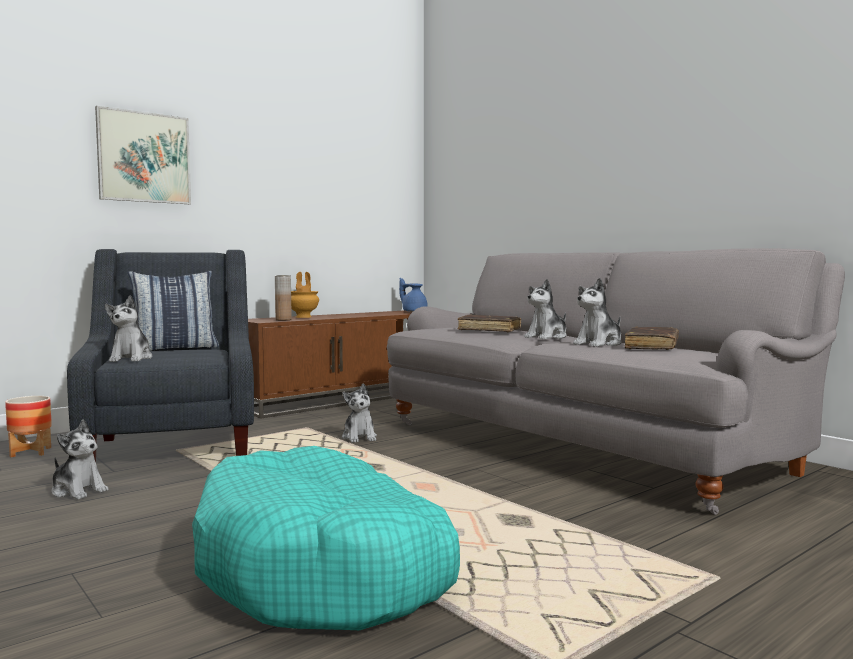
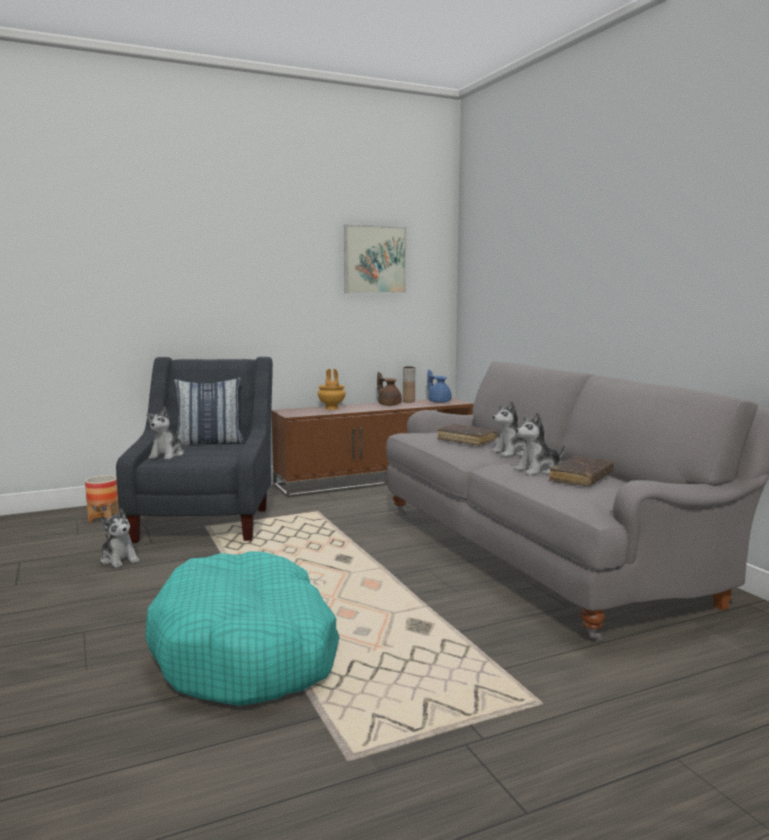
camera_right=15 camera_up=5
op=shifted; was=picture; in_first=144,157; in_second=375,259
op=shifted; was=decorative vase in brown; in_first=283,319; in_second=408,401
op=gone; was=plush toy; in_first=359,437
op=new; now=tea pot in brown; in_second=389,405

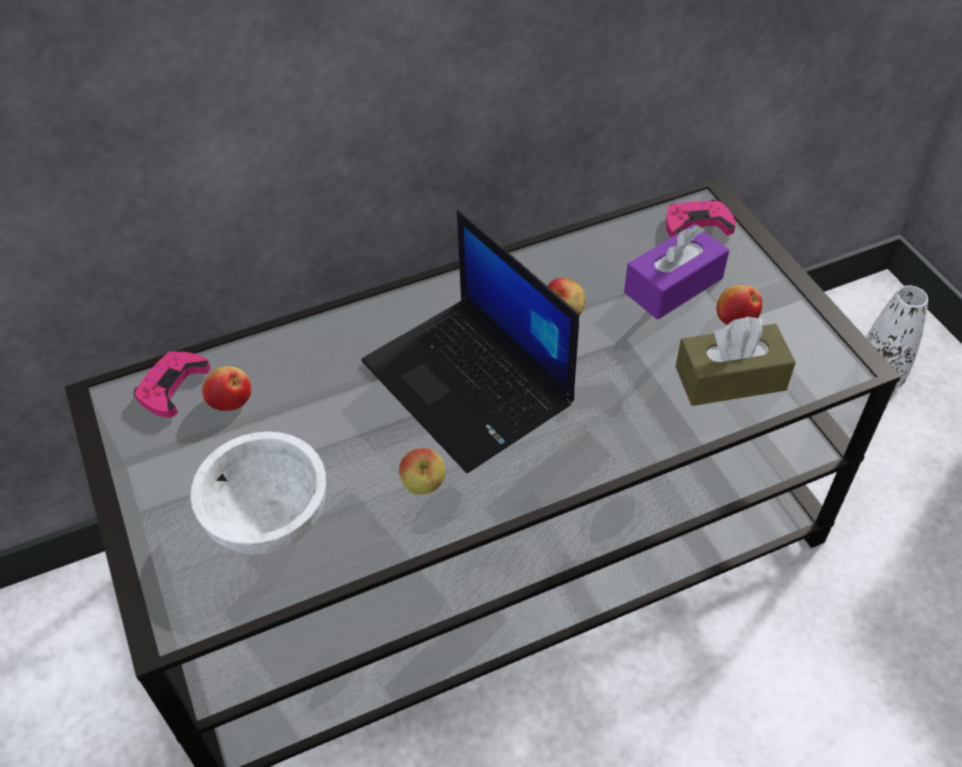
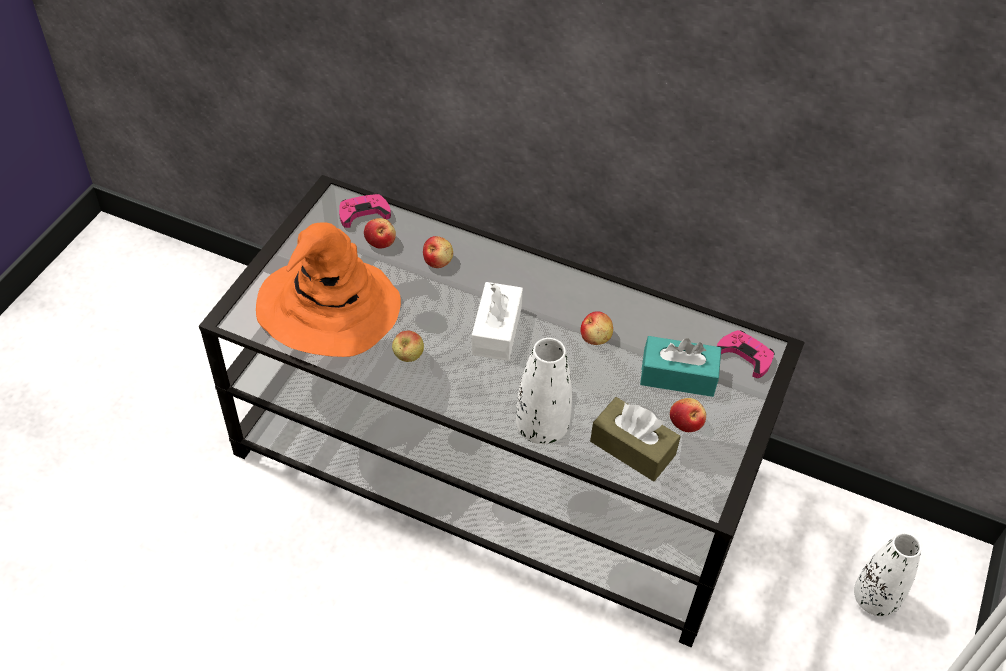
camera_right=45 camera_up=0
op=swapped; was=laptop; now=tissue box in whitish; in_first=470,384; in_second=496,331
op=repainted; was=tissue box in purple; now=tissue box in turquoise-coloured; in_first=673,285; in_second=678,376
op=swapped; was=bowl in whitish; now=wearable hat in orangey; in_first=268,517; in_second=327,309
op=new; now=whole apple; in_second=438,261
op=new; now=decorative vase in whitish; in_second=541,427

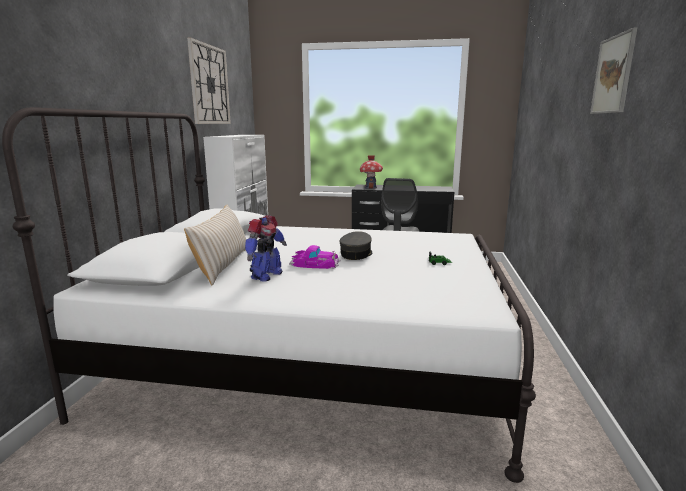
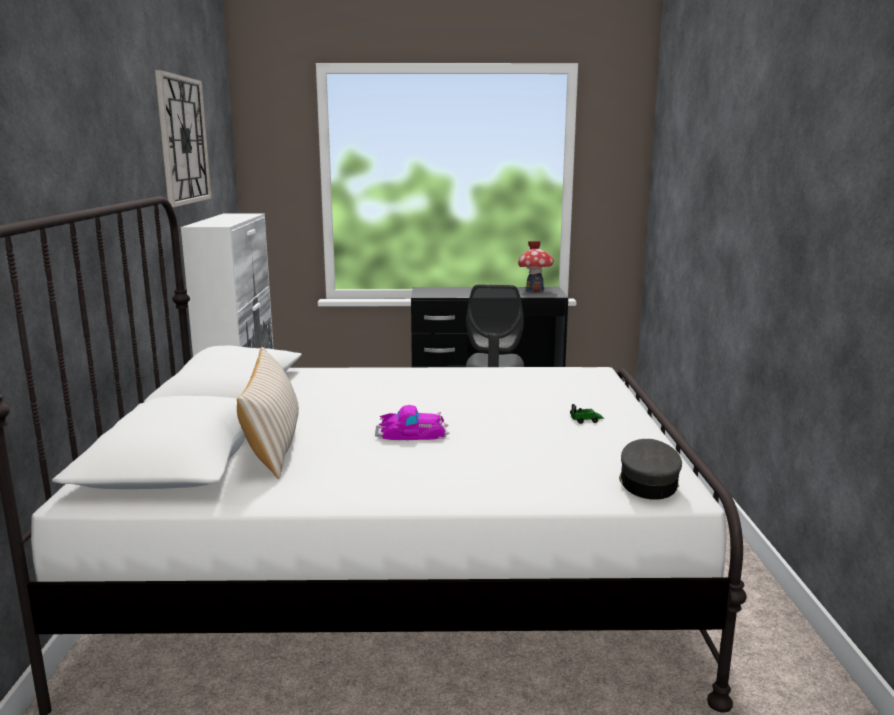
camera_right=-10 camera_up=0
op=gone; was=picture; in_first=613,75
op=shifted; was=model house; in_first=370,187; in_second=534,290
op=gone; was=robot figure; in_first=265,275
op=shifted; was=peaked cap in gray; in_first=356,254; in_second=647,483

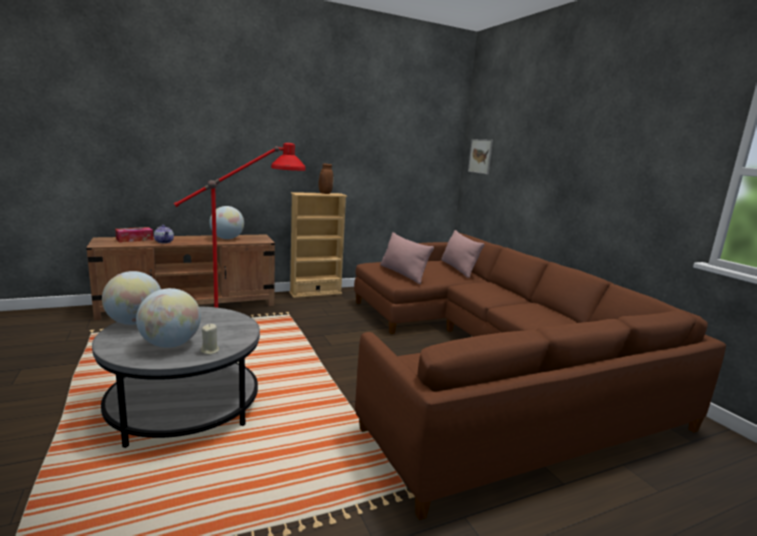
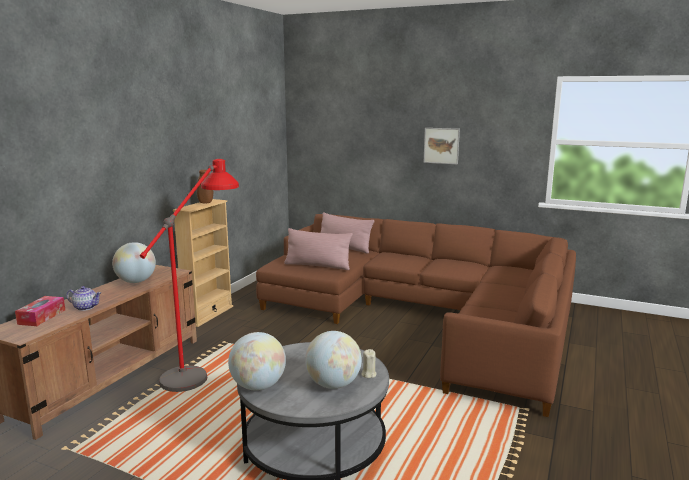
camera_right=-40 camera_up=0
op=shifted; was=picture; in_first=480,156; in_second=441,145

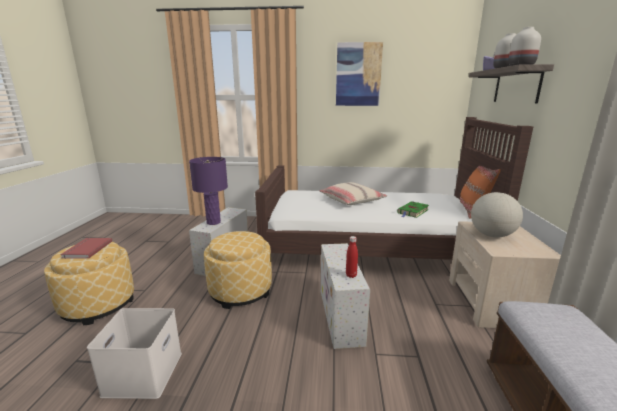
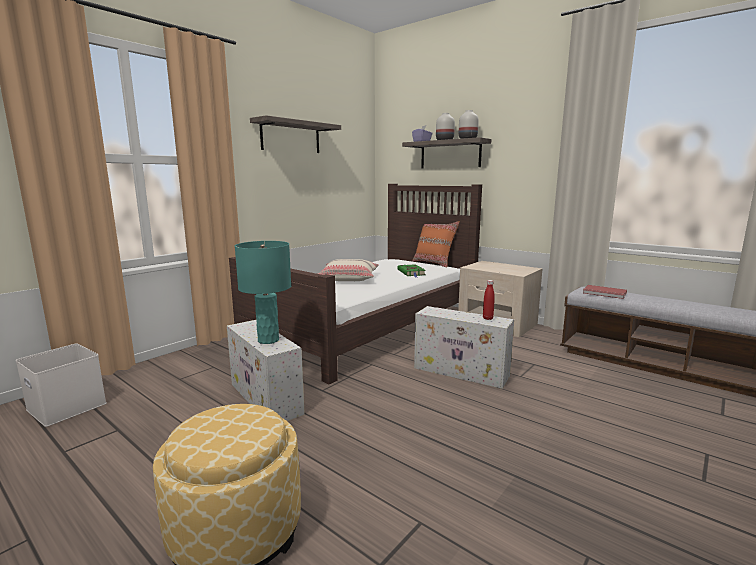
camera_right=-55 camera_up=-5
op=swapped; was=picture; now=shelf; in_first=358,74; in_second=291,137
op=repainted; was=table lamp in purple; now=table lamp in turquoise-coloured; in_first=213,222; in_second=268,340
op=gone; was=globe; in_first=491,235
op=gone; was=footrest; in_first=240,291
op=shifted; was=volume in red; in_first=86,249; in_second=604,293
op=shifted; was=storage bin in whitish; in_first=144,374; in_second=68,406

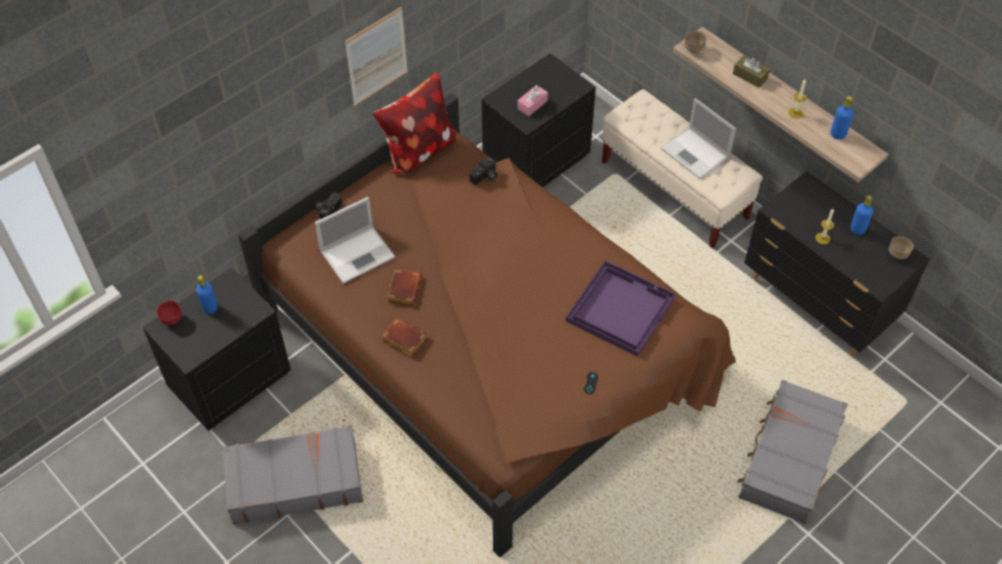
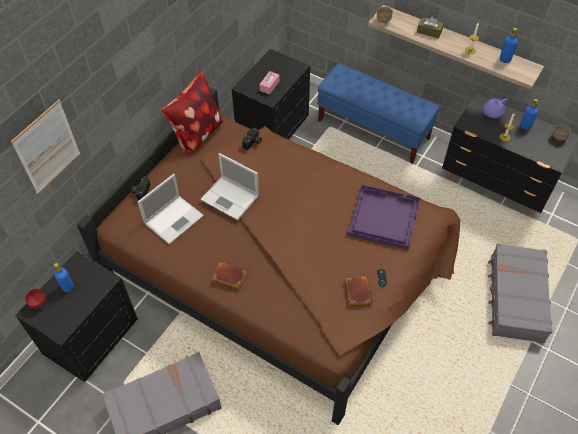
camera_right=-15 camera_up=0
op=shifted; was=picture; in_first=377,56; in_second=47,147
op=repainted; was=bench in sand-coloured; now=bench in blue-coloured; in_first=674,190; in_second=373,130
op=shifted; was=laptop; in_first=696,153; in_second=231,198
op=shifted; was=volume in brown; in_first=403,288; in_second=357,292
op=new; now=tea pot in purple; in_second=492,113

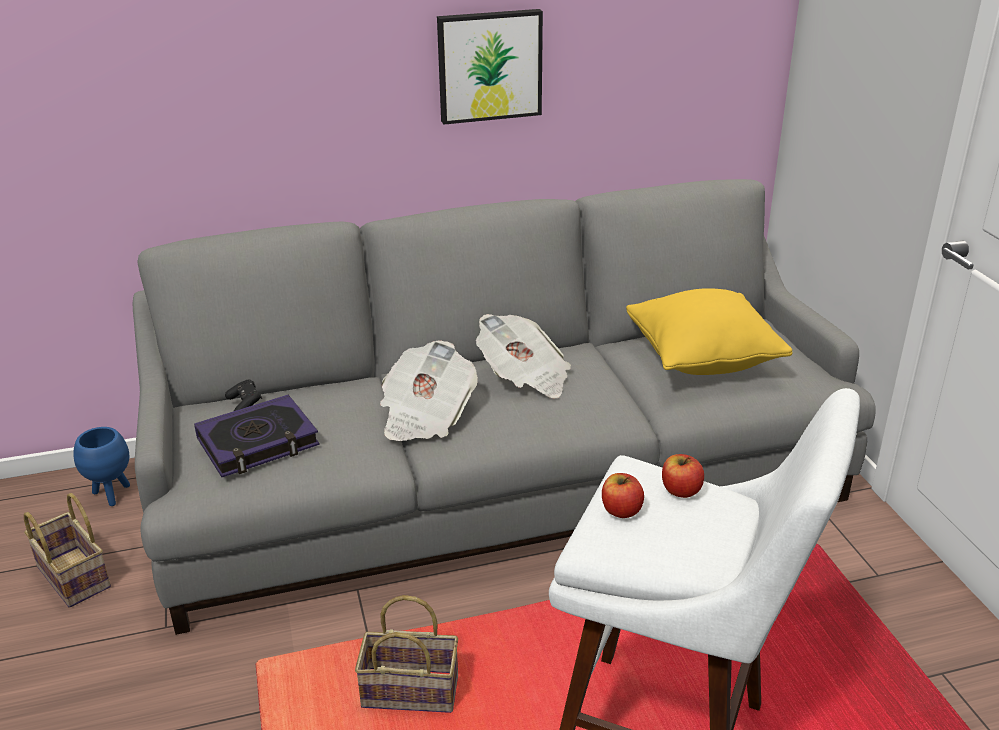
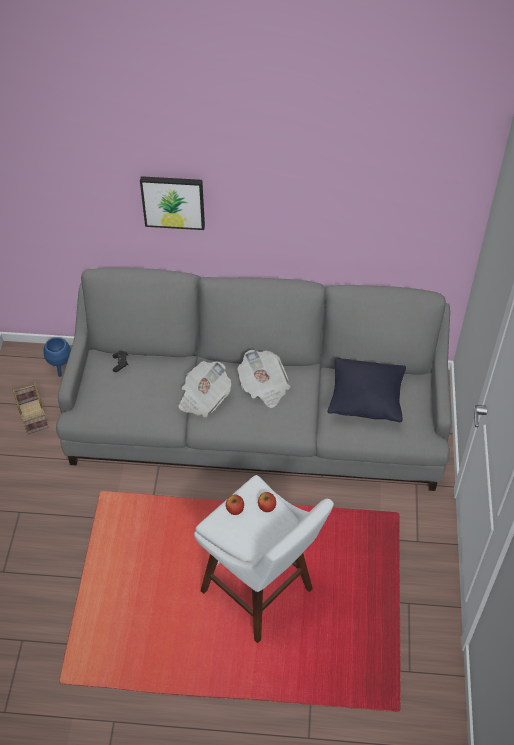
camera_right=20 camera_up=20
op=shifted; was=picture; in_first=489,65; in_second=173,201
op=repainted; was=cushion in yellowish; now=cushion in black; in_first=702,360; in_second=365,401
op=gone; was=volume; in_first=258,443
op=gone; was=basket; in_first=413,690

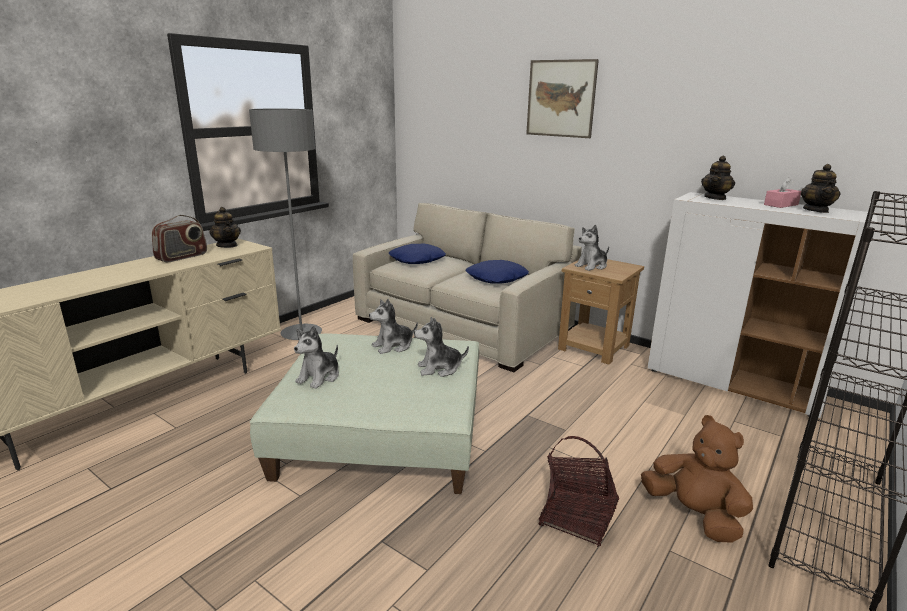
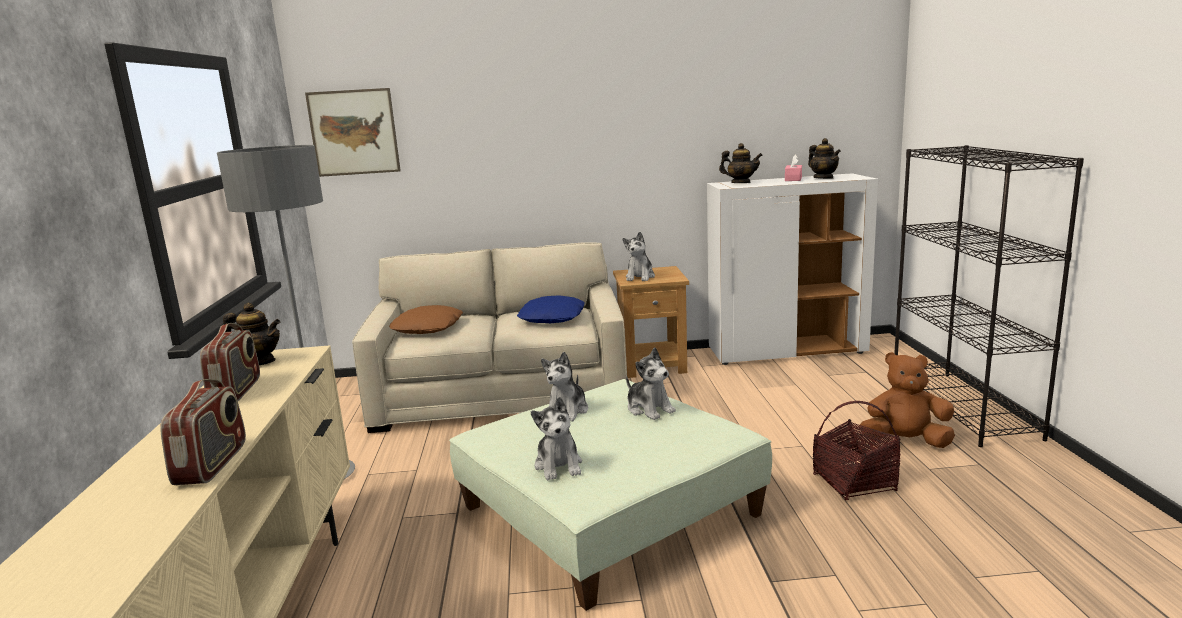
camera_right=-40 camera_up=-5
op=shifted; was=picture; in_first=561,98; in_second=354,132
op=rotated; was=tea pot; in_first=715,198; in_second=740,183; clockwise=-60
op=repainted; was=cushion in blue-coloured; now=cushion in brown; in_first=417,260; in_second=428,328
op=rotated; was=plush toy; in_first=439,368; in_second=649,409; clockwise=-75
op=new; now=radio set; in_second=212,464

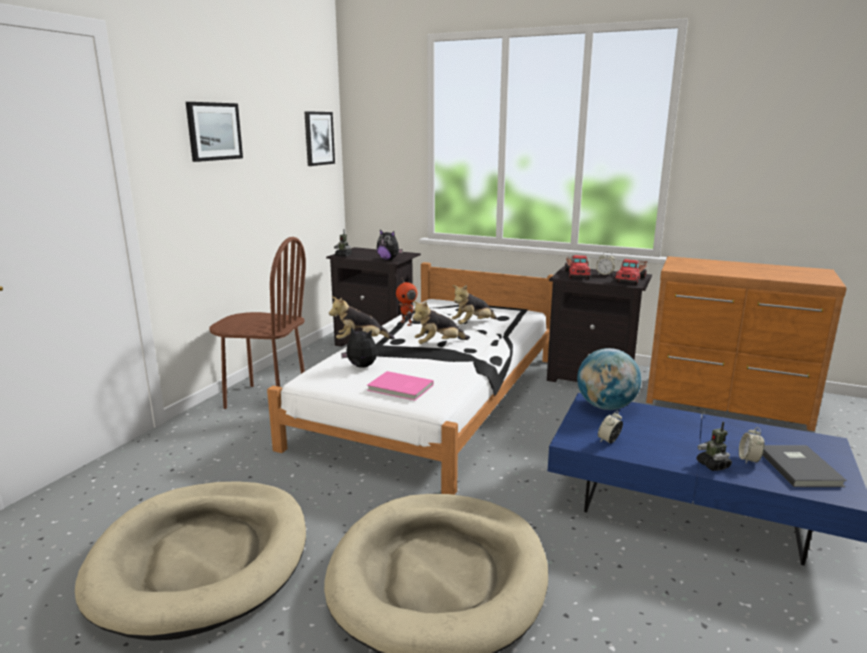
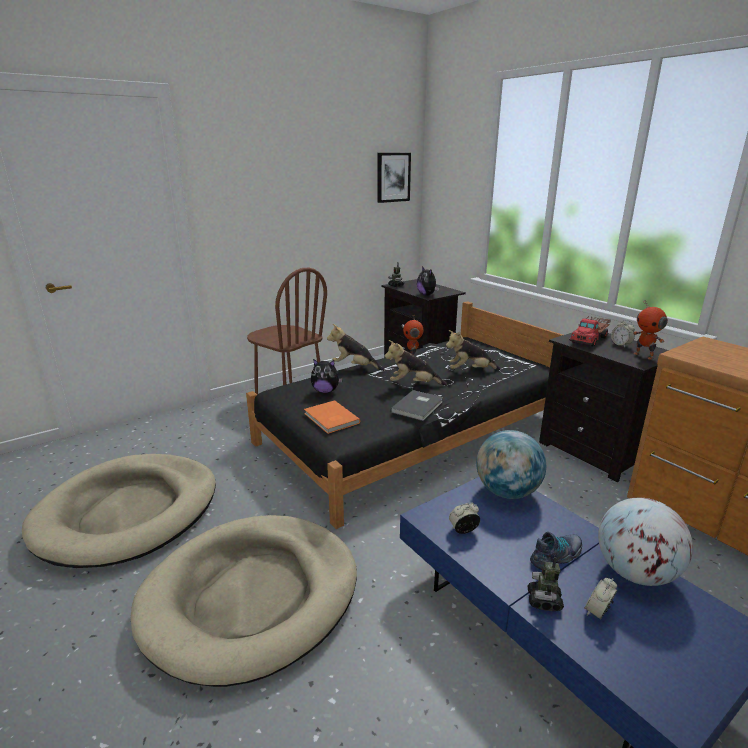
camera_right=30 camera_up=5
op=gone; was=picture; in_first=214,131
op=swapped; was=toy lorry; now=robot figure; in_first=631,279; in_second=644,356
op=repainted; was=sleeping bed in whitish; now=sleeping bed in black; in_first=434,398; in_second=415,432
op=rotated; was=plush toy; in_first=361,367; in_second=325,391; clockwise=135
op=repainted; was=volume in pinkish; now=volume in orangey; in_first=400,388; in_second=330,419
op=shifted; was=volume in gray; in_first=800,467; in_second=419,407
op=new; now=globe; in_second=635,573
op=new; now=low shoe; in_second=556,556

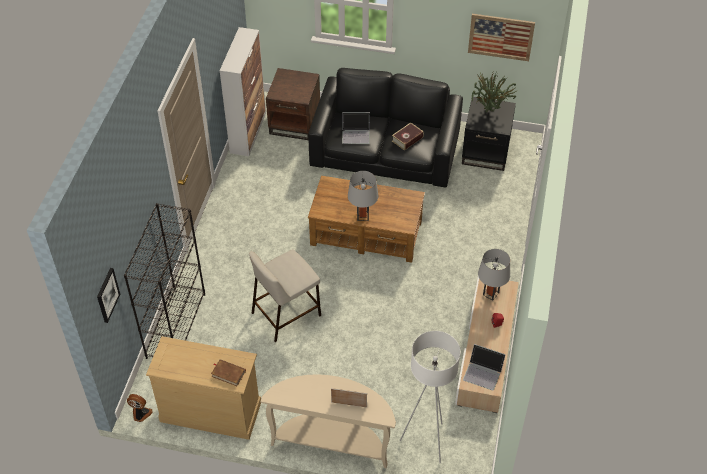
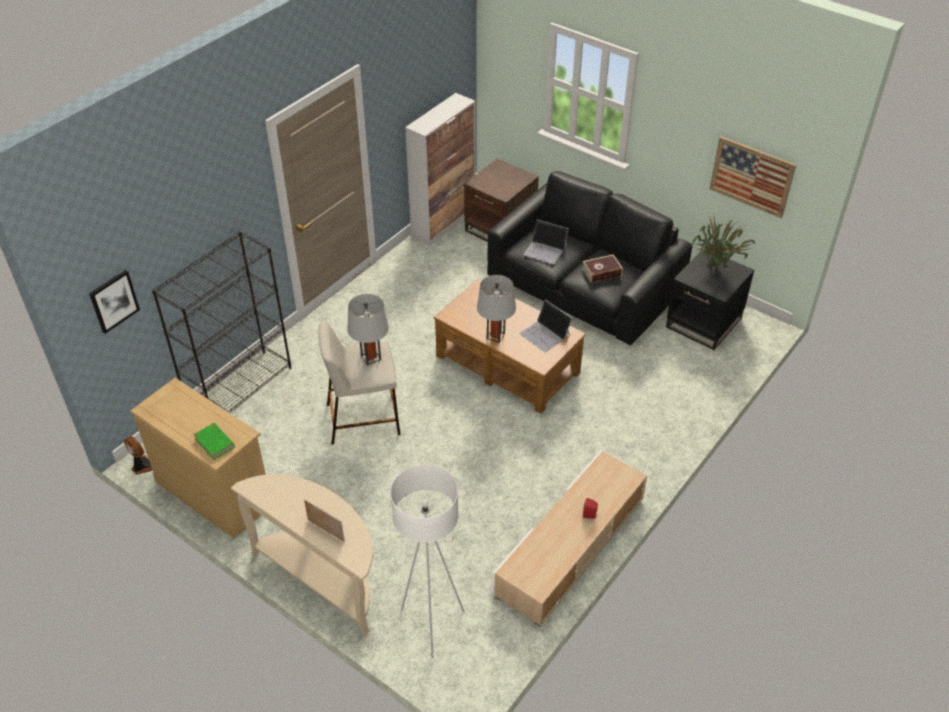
camera_right=25 camera_up=-5
op=shifted; was=table lamp in gray; in_first=490,294; in_second=371,357
op=shifted; was=laptop; in_first=483,372; in_second=545,334
op=repainted; was=volume in brown; now=volume in green-coloured; in_first=228,373; in_second=214,442

